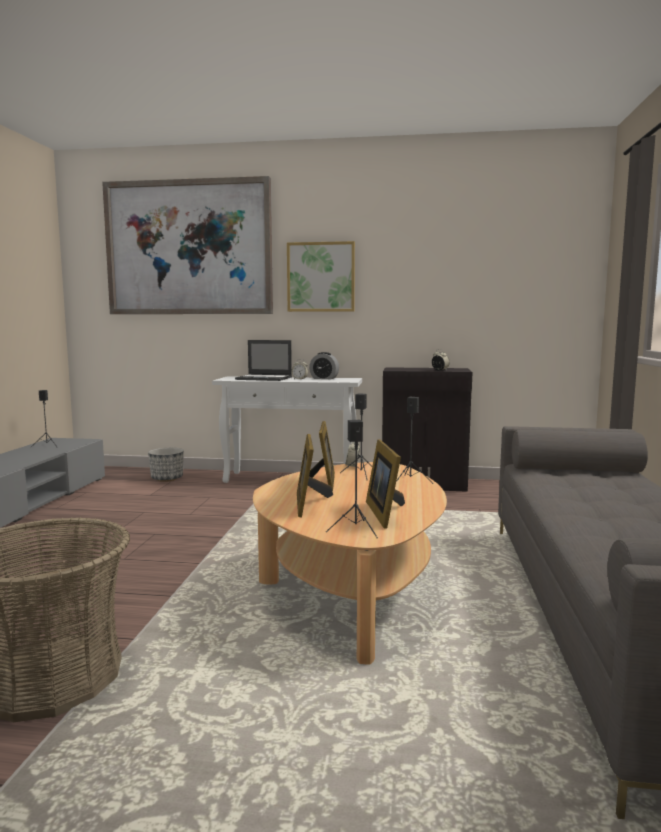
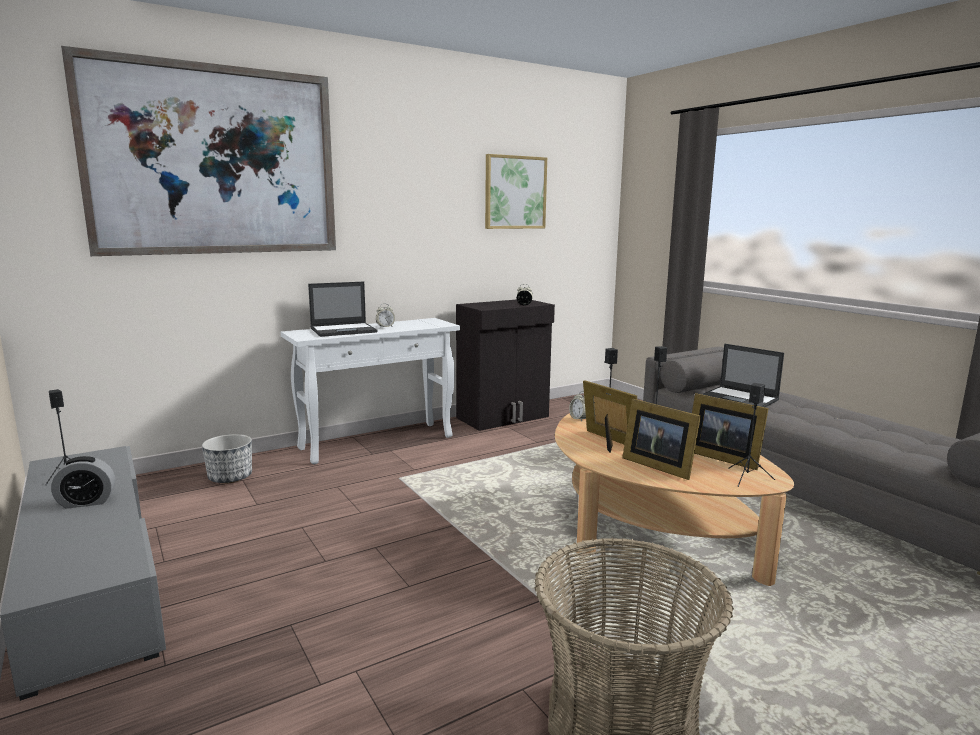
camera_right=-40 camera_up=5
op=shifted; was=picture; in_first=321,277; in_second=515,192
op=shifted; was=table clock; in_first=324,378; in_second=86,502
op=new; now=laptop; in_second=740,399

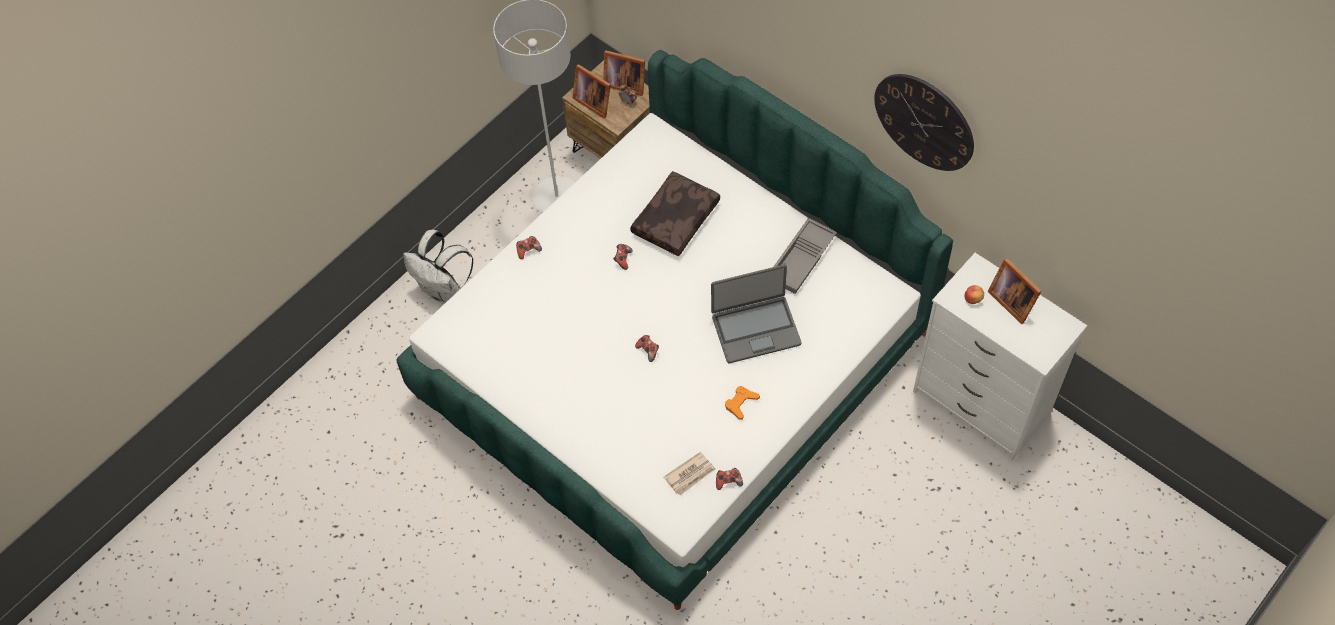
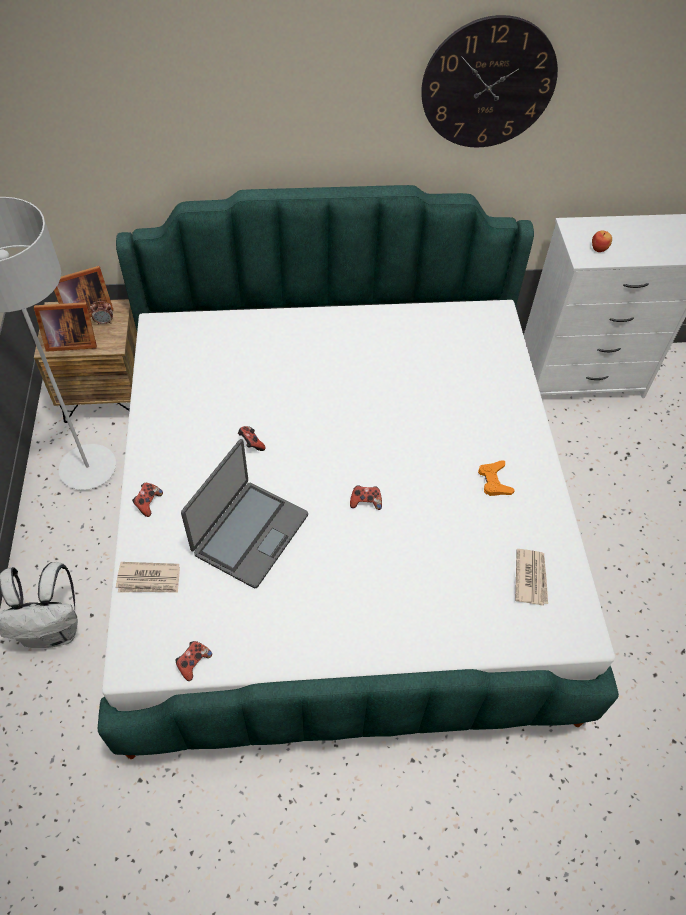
camera_right=-50 camera_up=-5
op=gone; was=cushion in brown; in_first=675,218
op=gone; was=tray in gray; in_first=802,260
op=gone; was=standing frame; in_first=1011,300
op=shifted; was=laptop; in_first=755,329; in_second=249,534
op=shifted; was=gamepad; in_first=728,481; in_second=193,663
op=new; now=printed paper; in_second=149,579

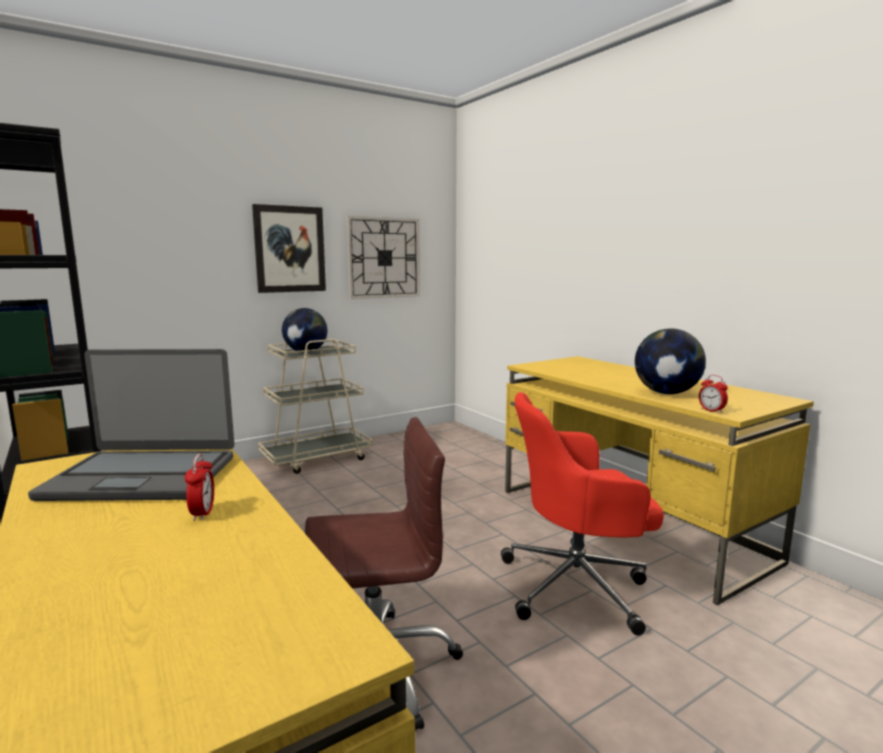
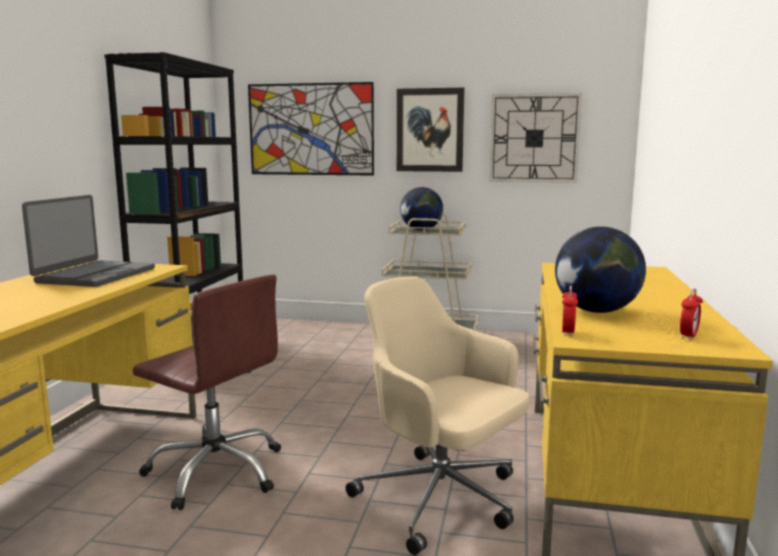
camera_right=45 camera_up=0
op=rotated; was=laptop; in_first=143,476; in_second=95,275; clockwise=-120
op=repainted; was=office chair in red; now=office chair in sand-coloured; in_first=577,585; in_second=441,500
op=shifted; was=table clock; in_first=202,513; in_second=688,336
op=new; now=picture; in_second=310,129

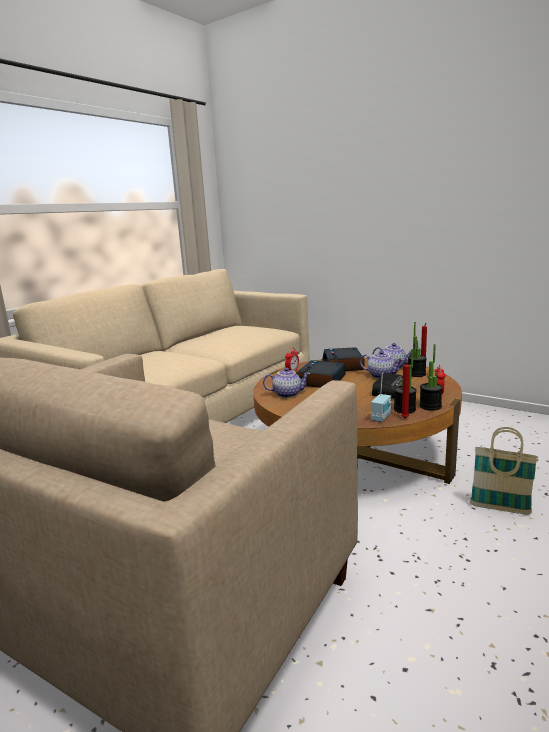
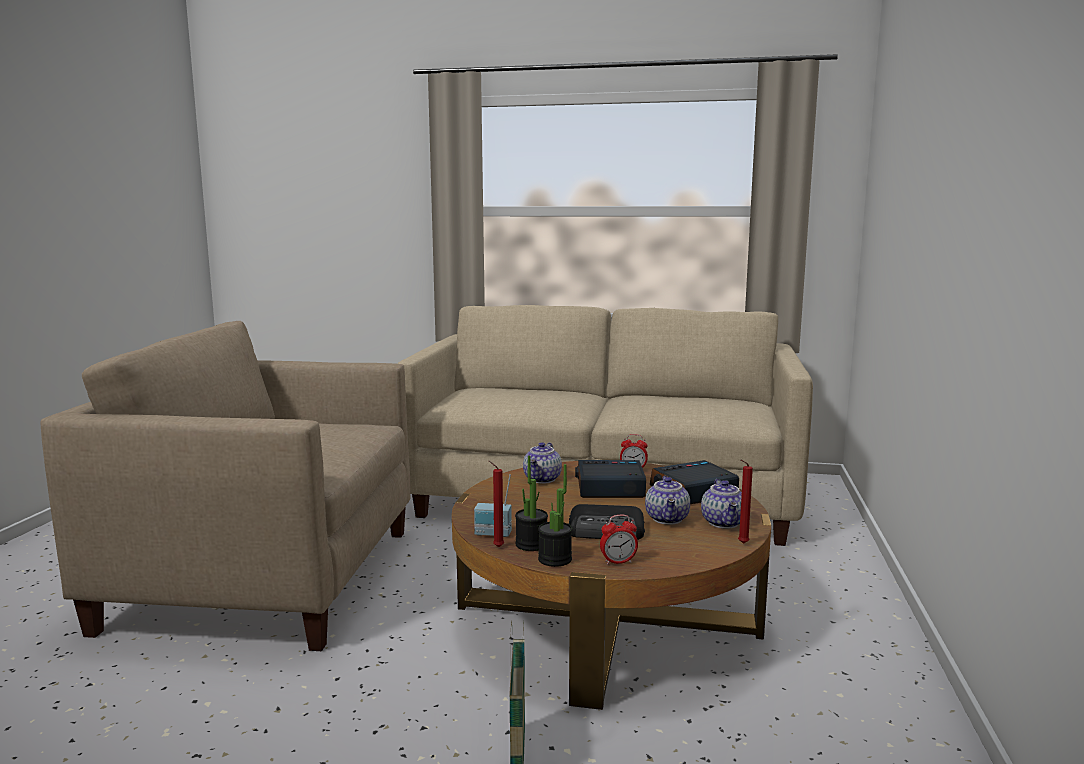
camera_right=65 camera_up=-5
op=gone; was=houseplant; in_first=416,374
op=rotated; was=tea pot; in_first=287,394; in_second=543,479; clockwise=45

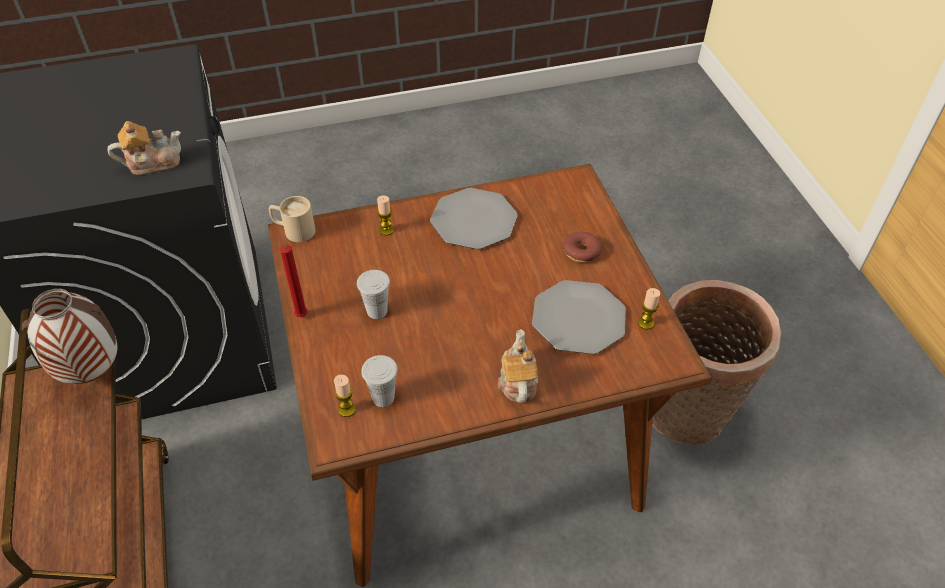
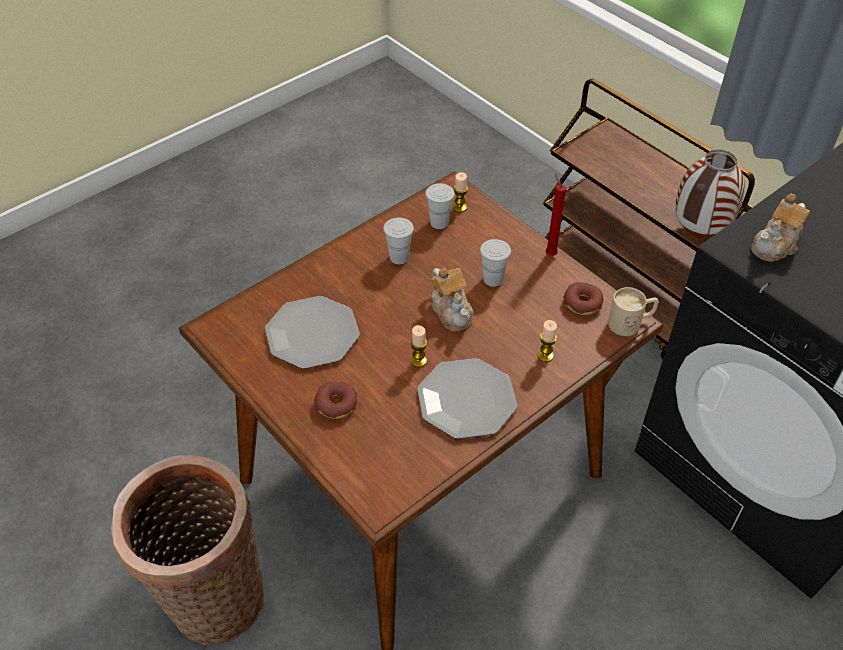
camera_right=155 camera_up=0
op=shifted; was=wax candle; in_first=645,323; in_second=418,361
op=shifted; was=tea pot; in_first=517,381; in_second=452,311
op=new; now=cup in whitish; in_second=399,257
op=new; now=donut; in_second=582,303

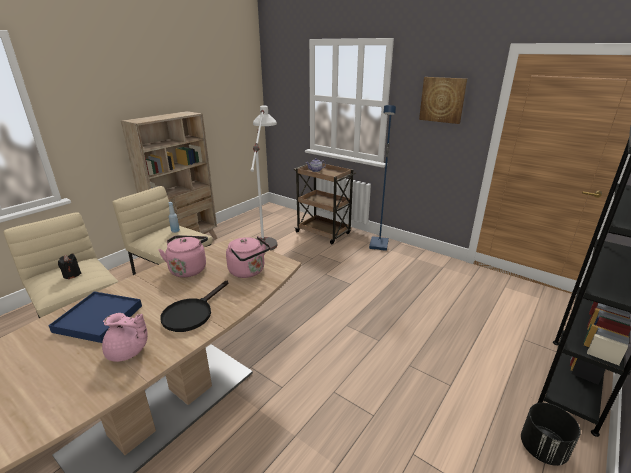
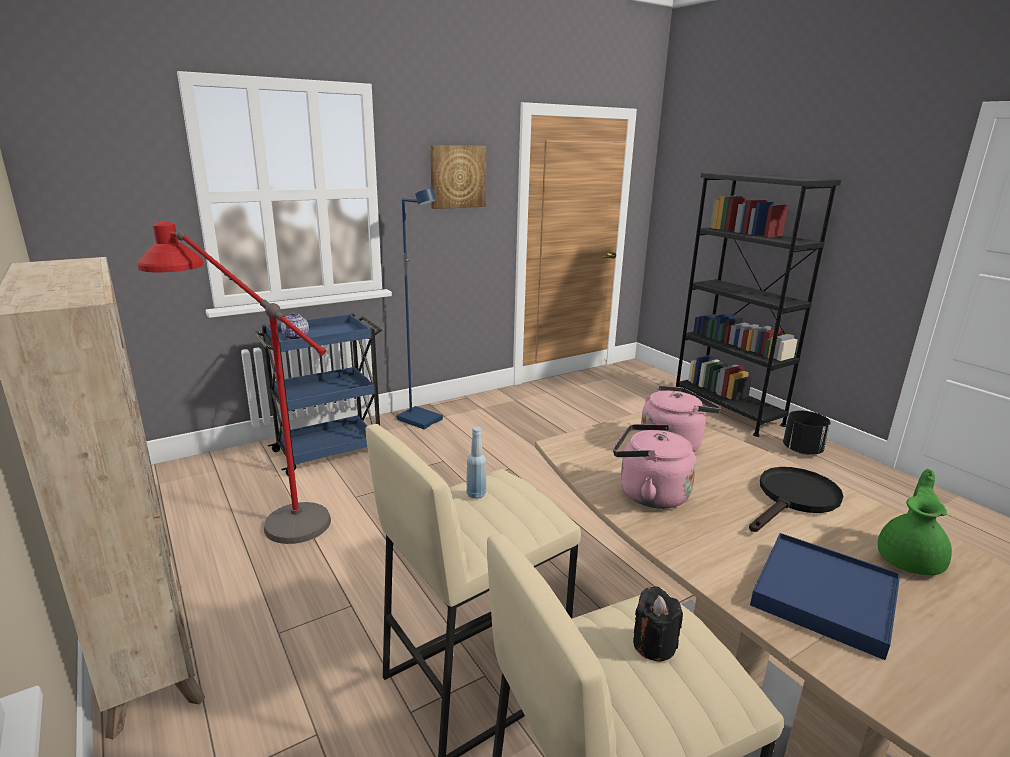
camera_right=-70 camera_up=-5
op=repainted; was=standing lamp in whitish; now=standing lamp in red; in_first=266,236; in_second=262,513
op=repainted; was=wheeled cart in brown; now=wheeled cart in blue-coloured; in_first=324,233; in_second=329,451
op=rotated; was=pan in black; in_first=192,313; in_second=794,499; clockwise=-90
op=repainted; was=tea pot in pinkish; now=tea pot in green-coloured; in_first=128,352; in_second=910,559

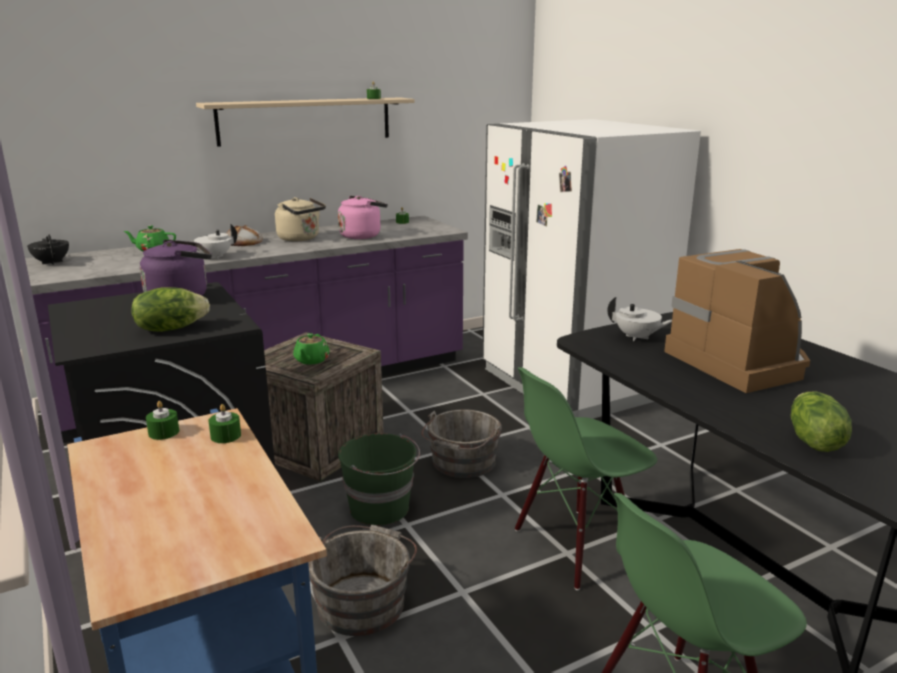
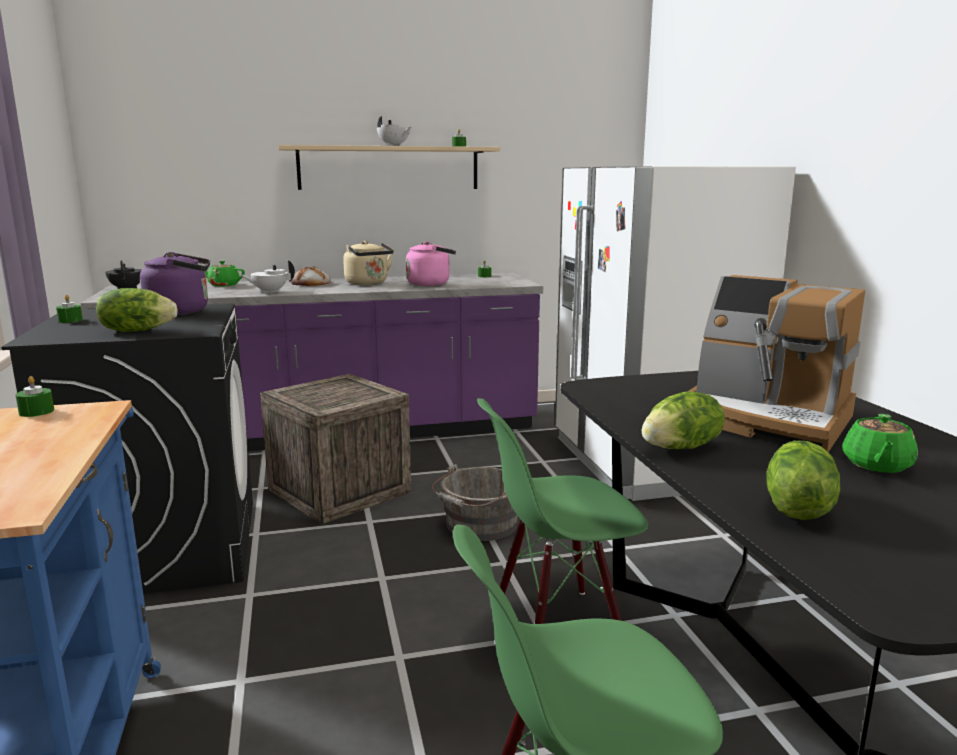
camera_right=15 camera_up=-5
op=rotated; was=coffee machine; in_first=738,361; in_second=768,419; clockwise=135
op=shifted; was=tea pot in whitish; in_first=637,337; in_second=394,146
op=shifted; was=tea pot in green-coloured; in_first=311,360; in_second=877,465
op=shifted; was=wax candle in green-coloured; in_first=226,436; in_second=70,320
op=gone; was=water bucket in green-coloured; in_first=380,508
op=gone; was=water bucket in gray; in_first=364,601
op=new; now=lettuce head; in_second=682,448

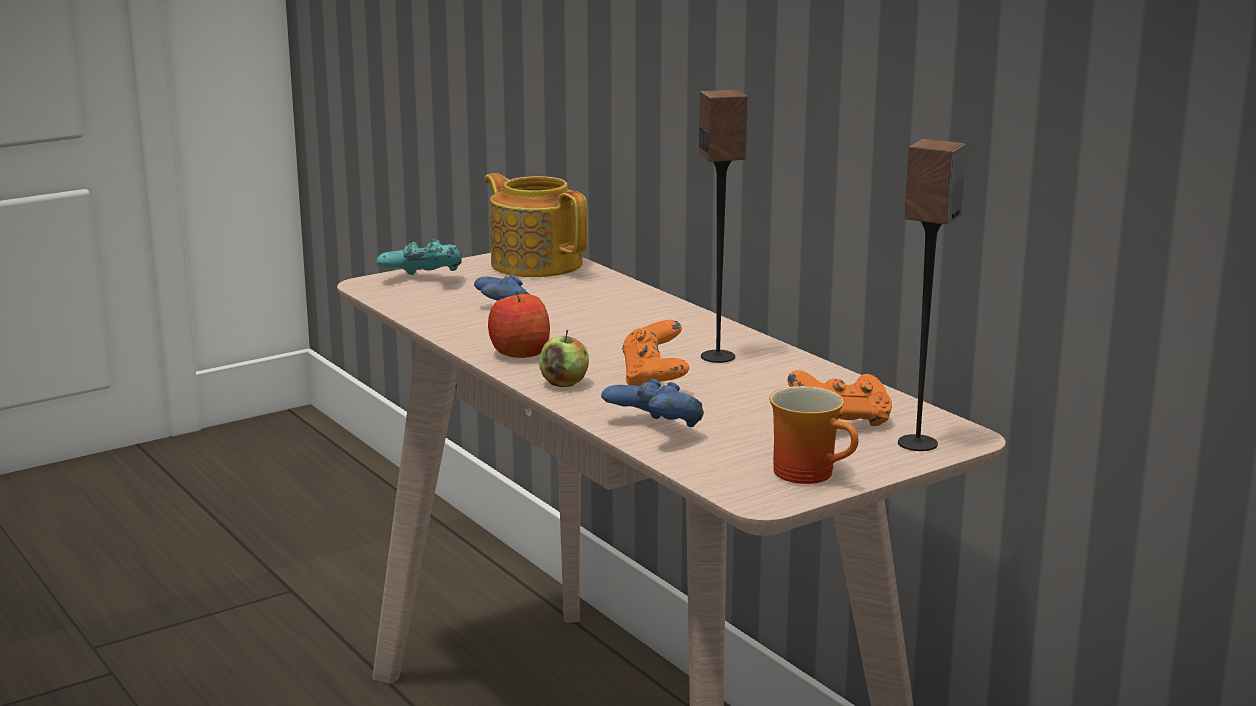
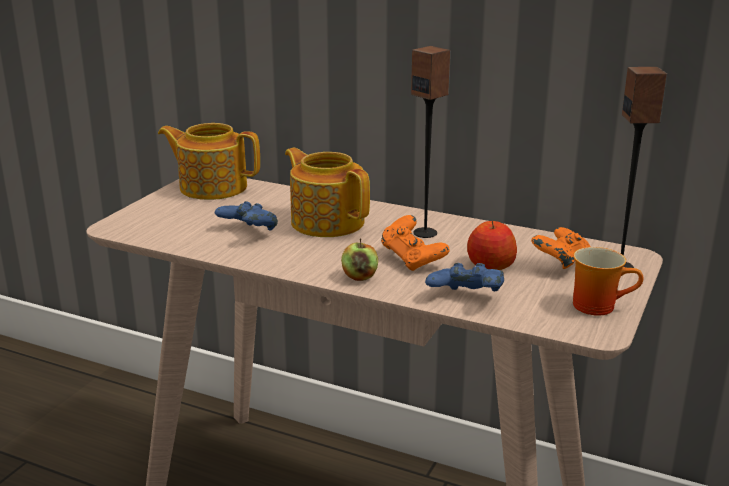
camera_right=-30 camera_up=5
op=gone; was=gamepad in turquoise-coloured; in_first=423,280
op=shifted; was=whole apple; in_first=519,353; in_second=490,265
op=new; now=tea pot; in_second=327,221

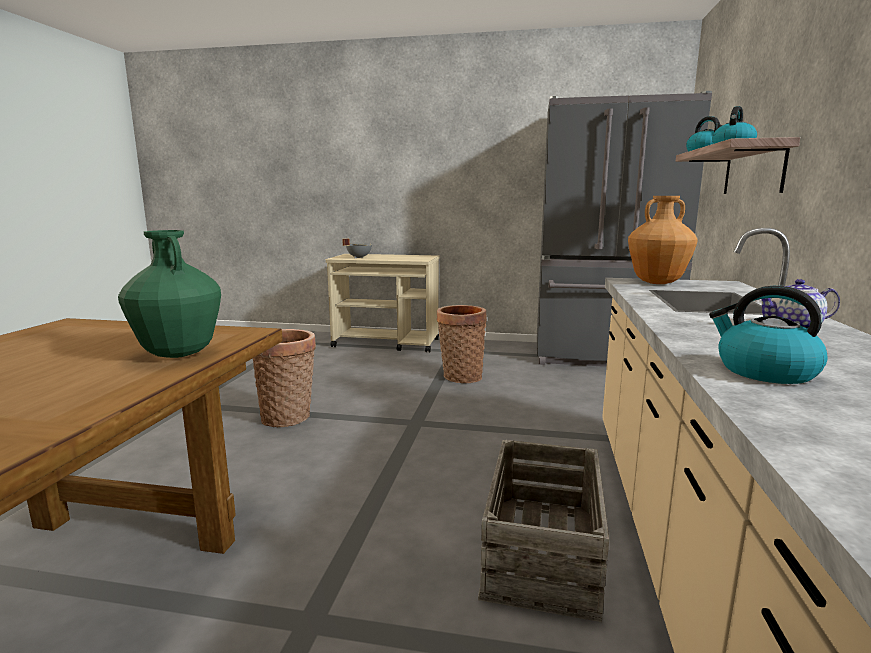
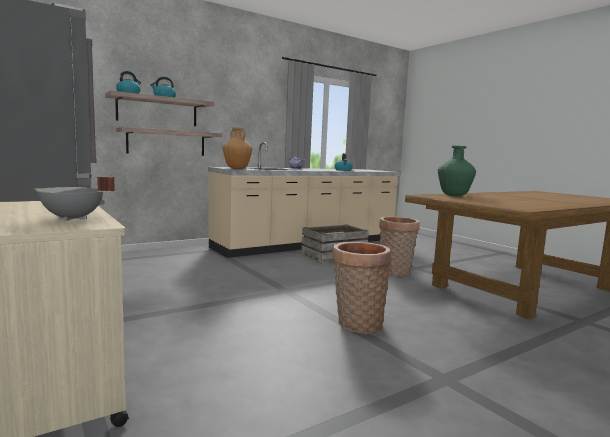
camera_right=-135 camera_up=-5
op=shifted; was=basket; in_first=460,376; in_second=395,272
op=new; now=shelf; in_second=166,142

